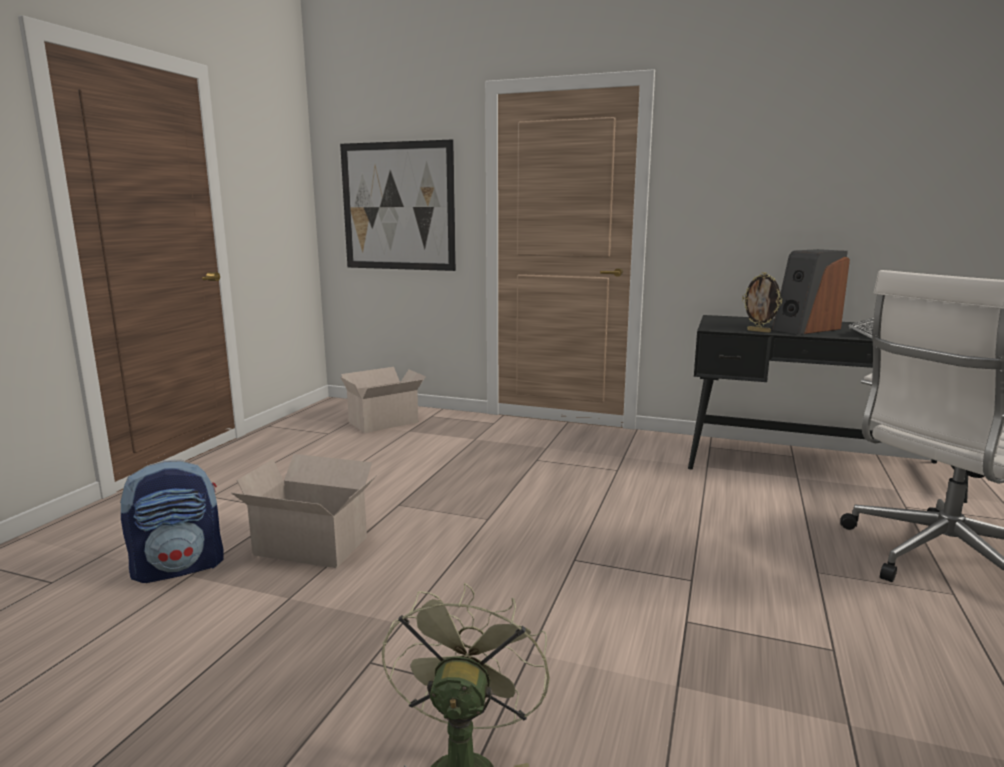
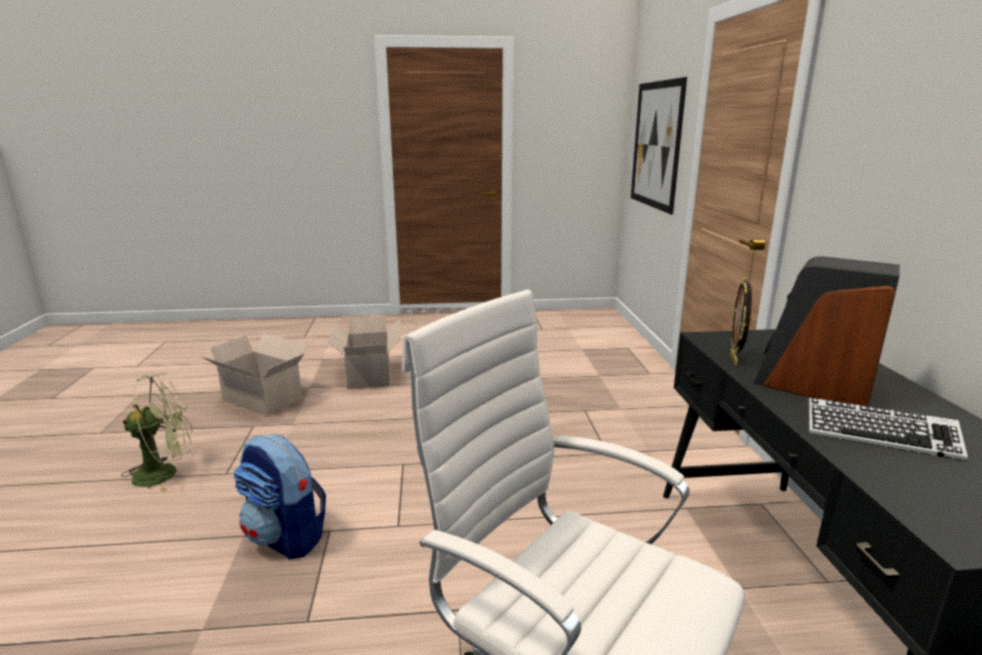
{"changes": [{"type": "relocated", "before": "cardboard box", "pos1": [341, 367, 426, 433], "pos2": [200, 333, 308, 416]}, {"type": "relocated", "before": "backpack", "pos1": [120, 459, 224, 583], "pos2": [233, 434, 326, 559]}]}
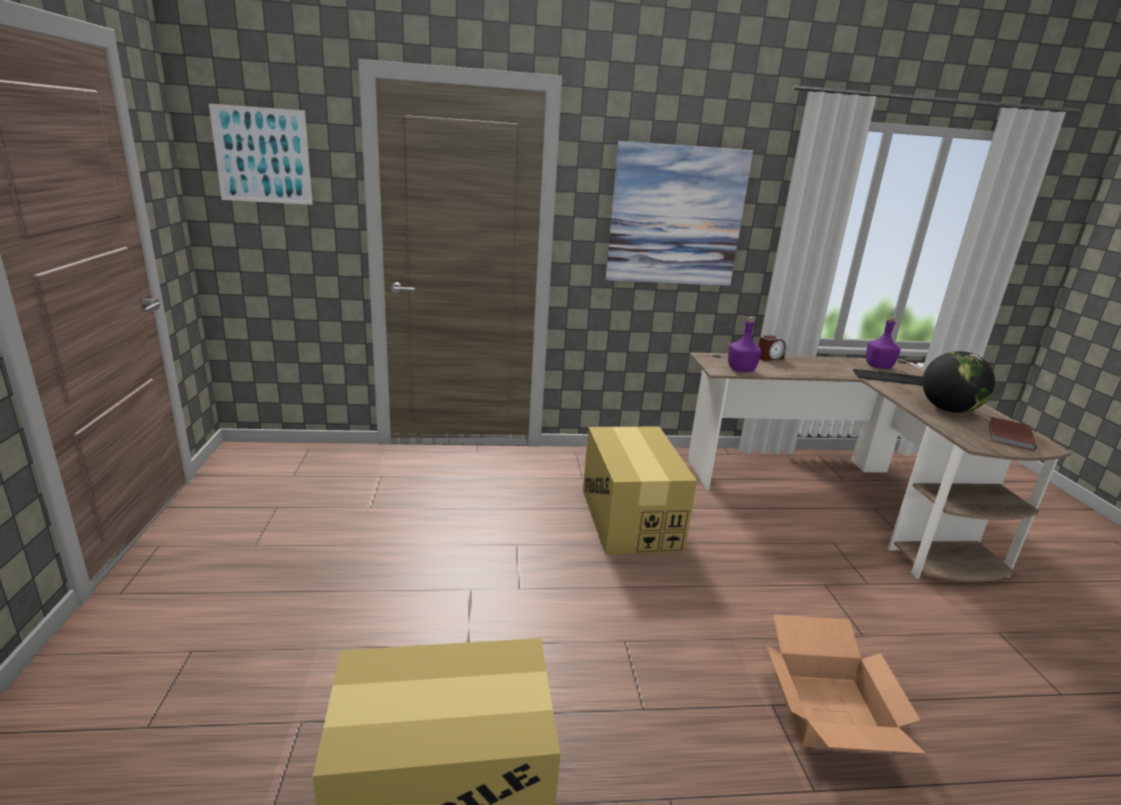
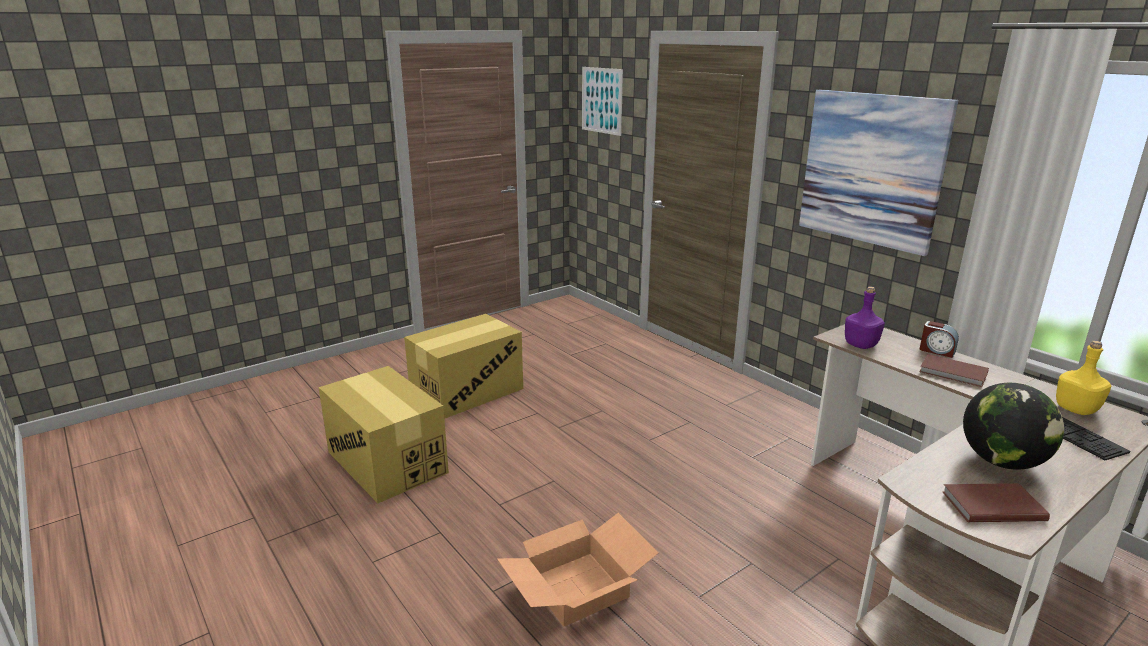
{"changes": [{"type": "colour", "before": "purple bottle", "after": "yellow bottle", "pos1": [866, 317, 901, 369], "pos2": [1056, 341, 1112, 415]}, {"type": "relocated", "before": "cardboard box", "pos1": [583, 427, 697, 555], "pos2": [404, 314, 523, 419]}, {"type": "appeared", "after": "brown book", "pos2": [919, 354, 989, 387]}]}
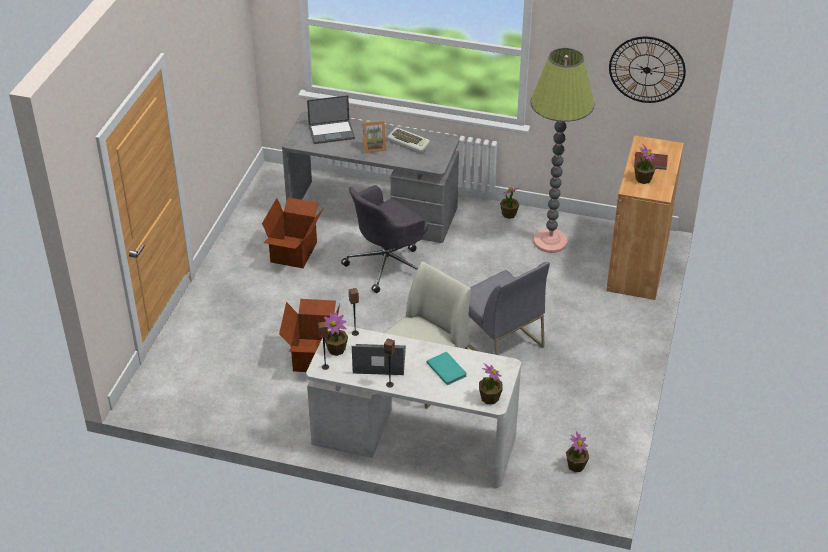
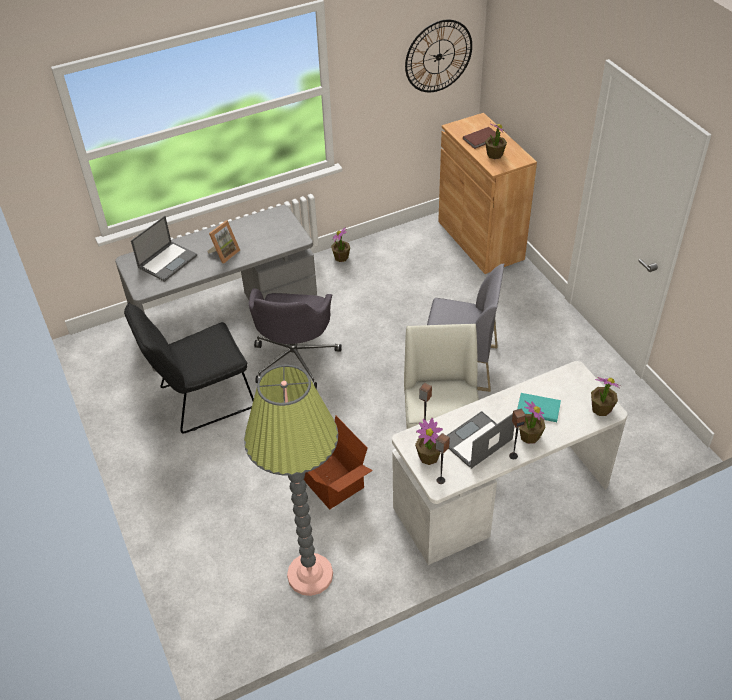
{"changes": [{"type": "relocated", "before": "floor lamp", "pos1": [531, 48, 595, 253], "pos2": [244, 365, 338, 596]}, {"type": "missing", "before": "keyboard", "pos1": [387, 127, 430, 154]}, {"type": "exchanged", "before": "cardboard box", "after": "black chair", "pos1": [262, 197, 324, 269], "pos2": [124, 302, 254, 434]}, {"type": "relocated", "before": "potted plant", "pos1": [566, 431, 589, 472], "pos2": [519, 401, 546, 444]}]}
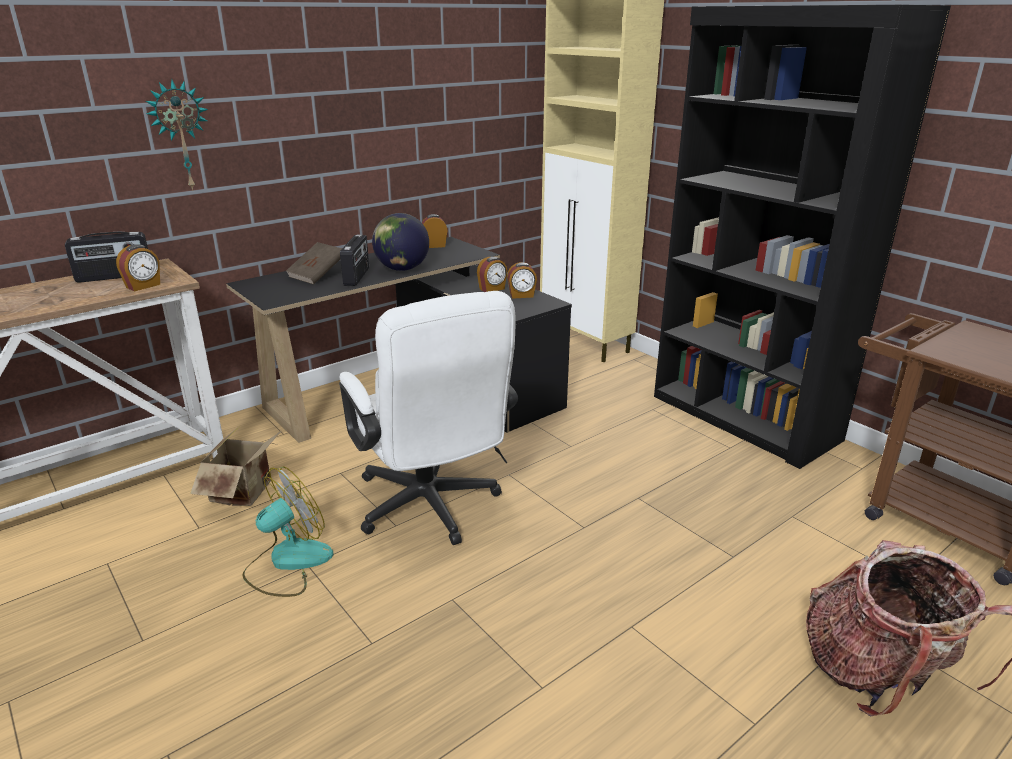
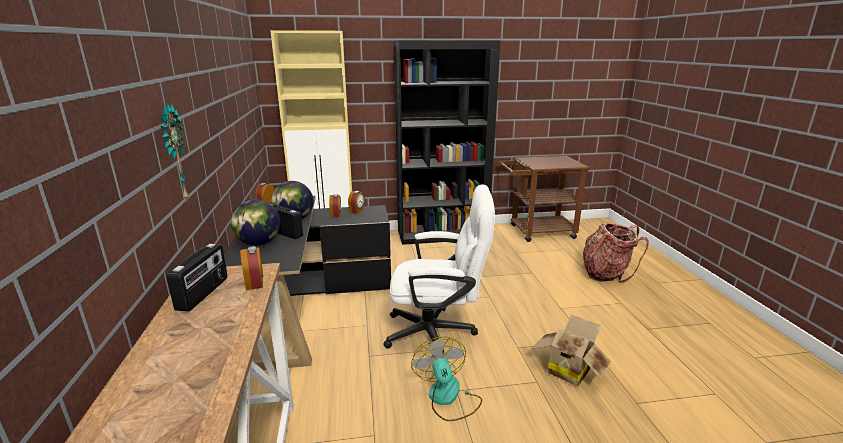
{"changes": [{"type": "exchanged", "before": "brown book", "after": "globe", "pos1": [286, 242, 342, 285], "pos2": [231, 200, 280, 246]}, {"type": "relocated", "before": "cardboard box", "pos1": [190, 426, 282, 506], "pos2": [532, 315, 611, 386]}]}
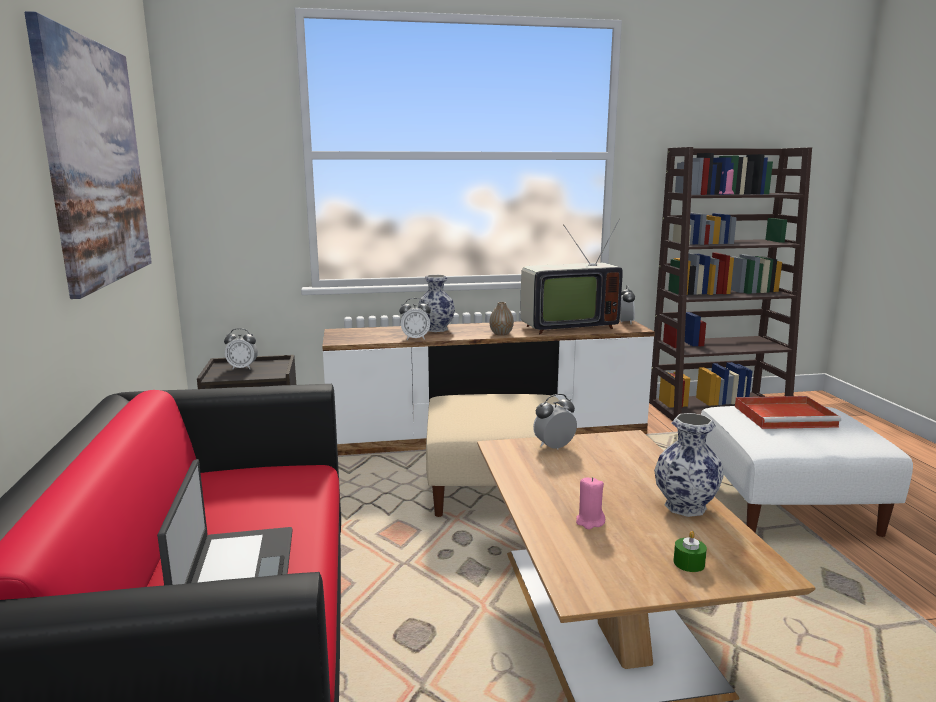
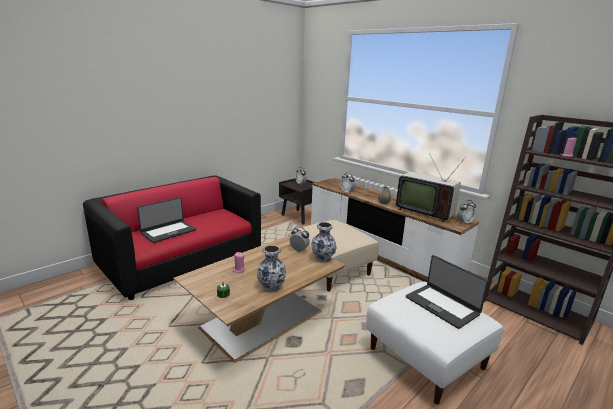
{"changes": [{"type": "missing", "before": "picture", "pos1": [25, 11, 152, 299]}, {"type": "relocated", "before": "vase", "pos1": [418, 275, 455, 332], "pos2": [311, 222, 337, 263]}, {"type": "exchanged", "before": "red tray", "after": "laptop", "pos1": [735, 396, 841, 429], "pos2": [406, 255, 489, 329]}]}
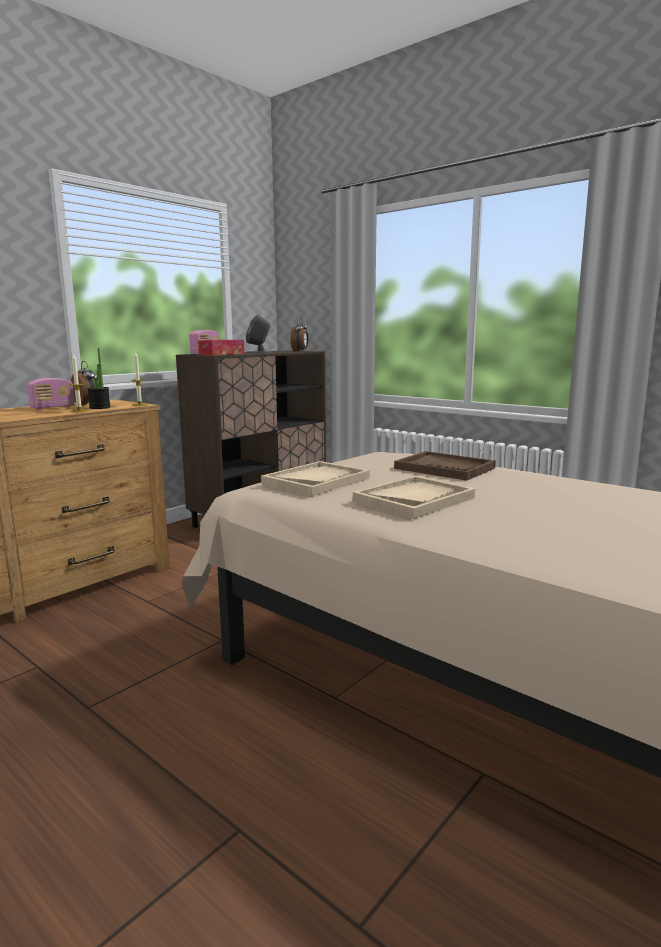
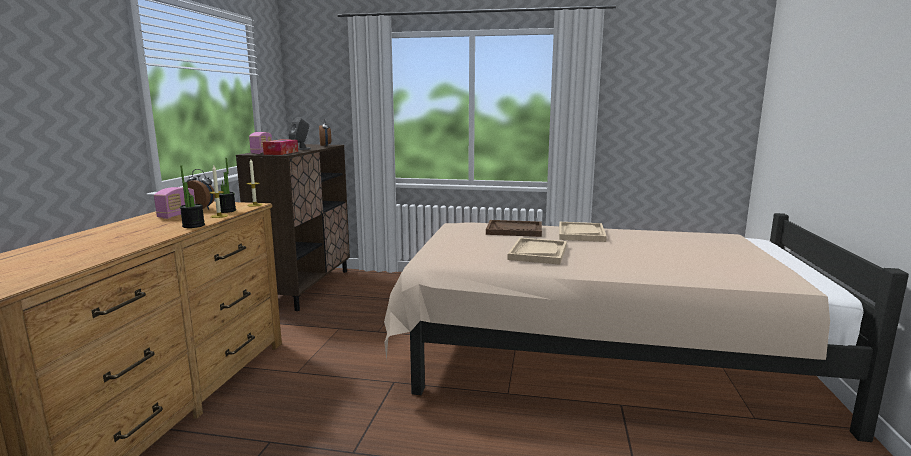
{"changes": [{"type": "relocated", "before": "beige tray", "pos1": [261, 461, 370, 496], "pos2": [559, 222, 607, 242]}, {"type": "appeared", "after": "potted plant", "pos2": [180, 165, 205, 228]}]}
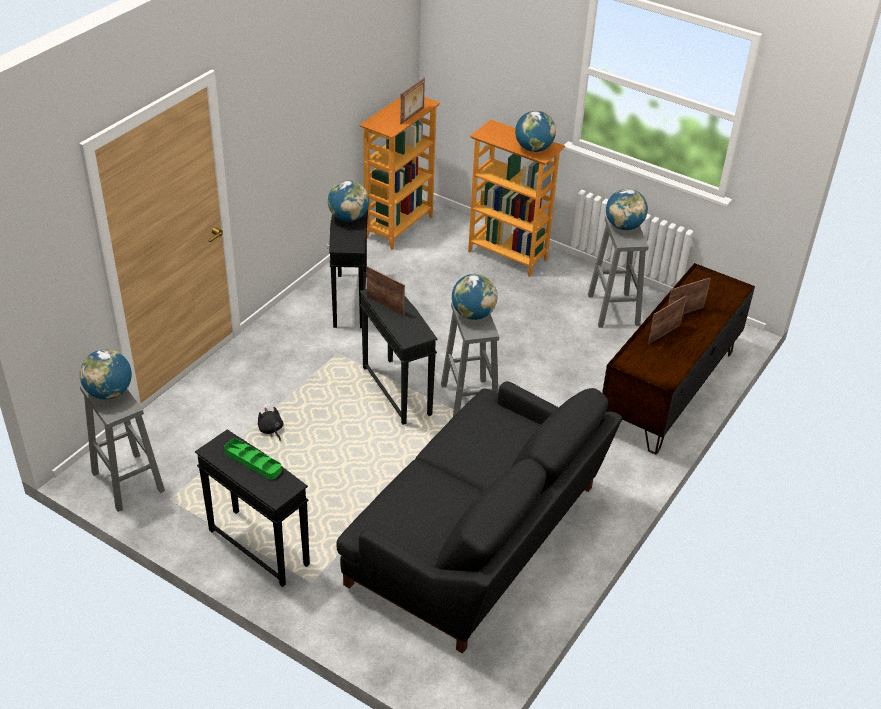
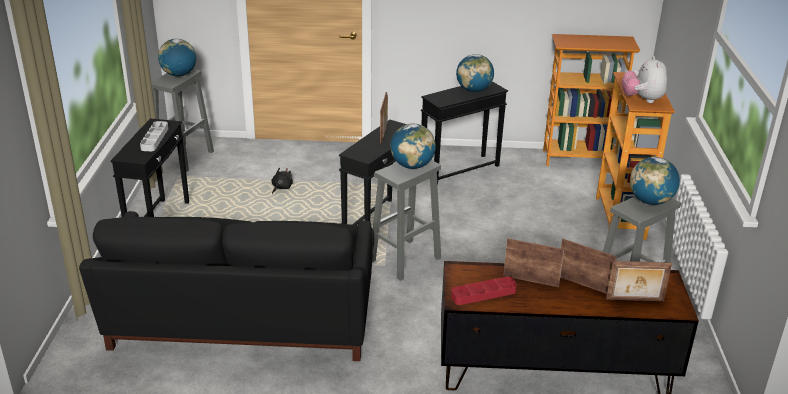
{"changes": [{"type": "relocated", "before": "picture frame", "pos1": [400, 78, 425, 124], "pos2": [606, 261, 672, 301]}, {"type": "exchanged", "before": "globe", "after": "plush toy", "pos1": [515, 111, 556, 152], "pos2": [622, 56, 667, 103]}, {"type": "colour", "before": "green tray", "after": "grey tray", "pos1": [224, 438, 282, 480], "pos2": [140, 121, 168, 151]}, {"type": "appeared", "after": "red tray", "pos2": [451, 277, 517, 305]}]}
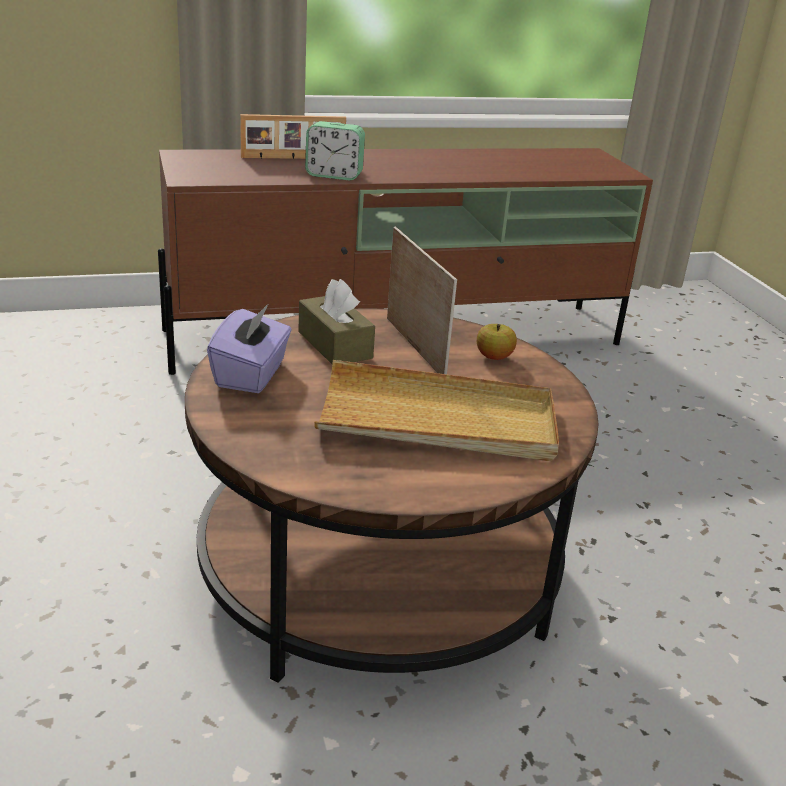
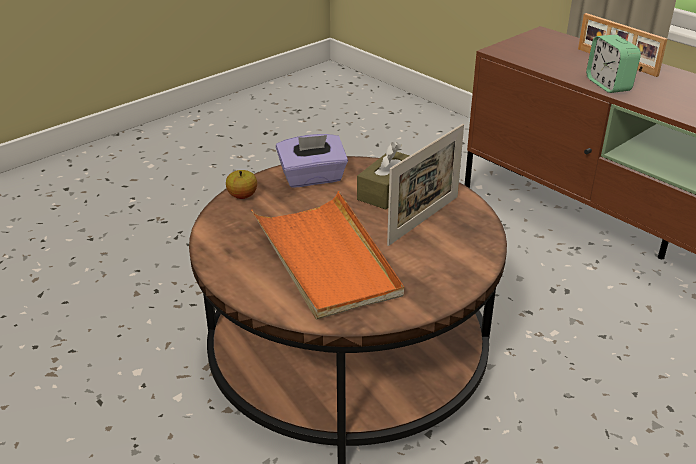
{"changes": [{"type": "relocated", "before": "apple", "pos1": [477, 324, 517, 360], "pos2": [226, 170, 257, 199]}, {"type": "colour", "before": "beige tray", "after": "orange tray", "pos1": [314, 360, 559, 461], "pos2": [251, 191, 404, 320]}]}
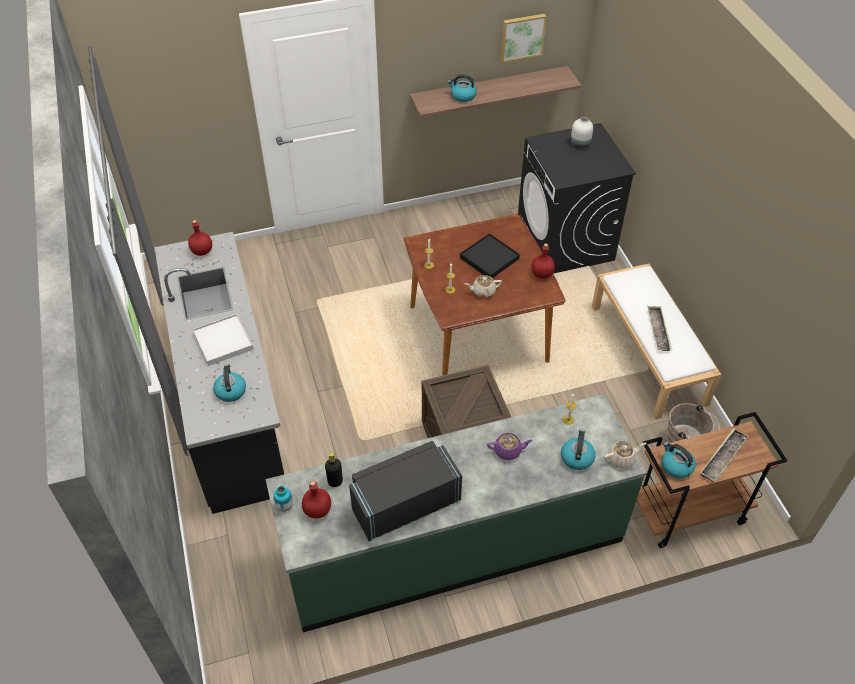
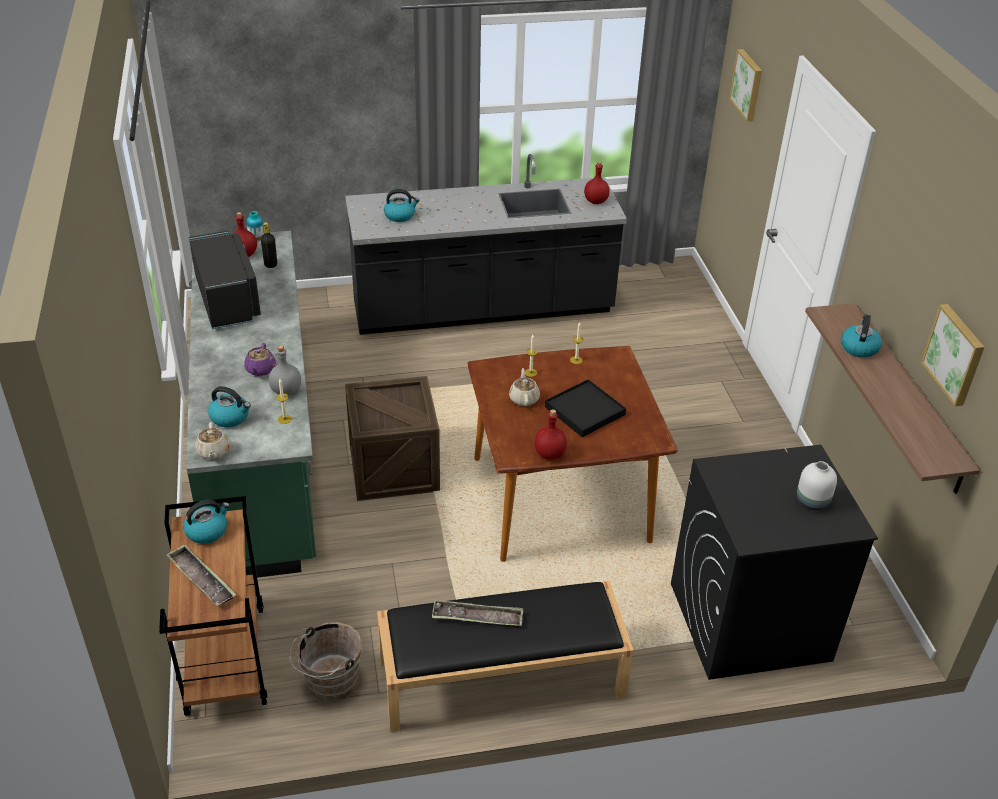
{"changes": [{"type": "colour", "before": "white bench", "after": "black bench", "pos1": [592, 263, 722, 420], "pos2": [377, 581, 634, 732]}, {"type": "missing", "before": "white tray", "pos1": [193, 314, 253, 366]}, {"type": "appeared", "after": "picture", "pos2": [729, 49, 762, 121]}, {"type": "appeared", "after": "grey bottle", "pos2": [269, 345, 301, 396]}]}
